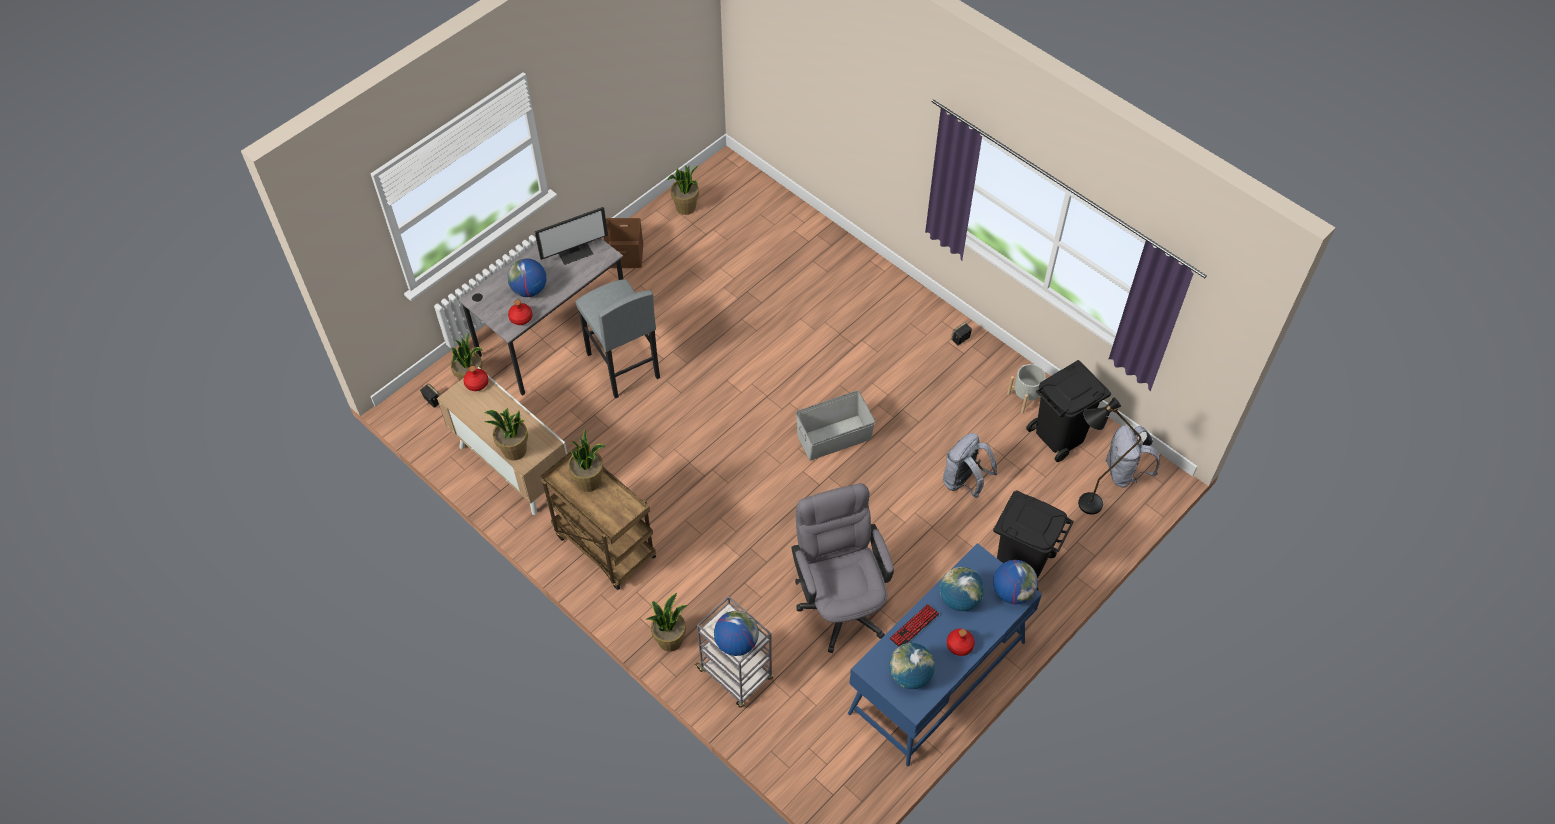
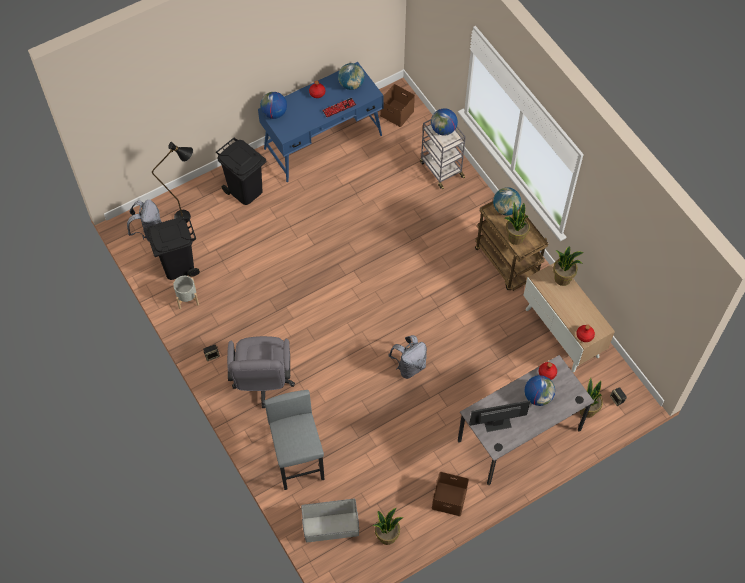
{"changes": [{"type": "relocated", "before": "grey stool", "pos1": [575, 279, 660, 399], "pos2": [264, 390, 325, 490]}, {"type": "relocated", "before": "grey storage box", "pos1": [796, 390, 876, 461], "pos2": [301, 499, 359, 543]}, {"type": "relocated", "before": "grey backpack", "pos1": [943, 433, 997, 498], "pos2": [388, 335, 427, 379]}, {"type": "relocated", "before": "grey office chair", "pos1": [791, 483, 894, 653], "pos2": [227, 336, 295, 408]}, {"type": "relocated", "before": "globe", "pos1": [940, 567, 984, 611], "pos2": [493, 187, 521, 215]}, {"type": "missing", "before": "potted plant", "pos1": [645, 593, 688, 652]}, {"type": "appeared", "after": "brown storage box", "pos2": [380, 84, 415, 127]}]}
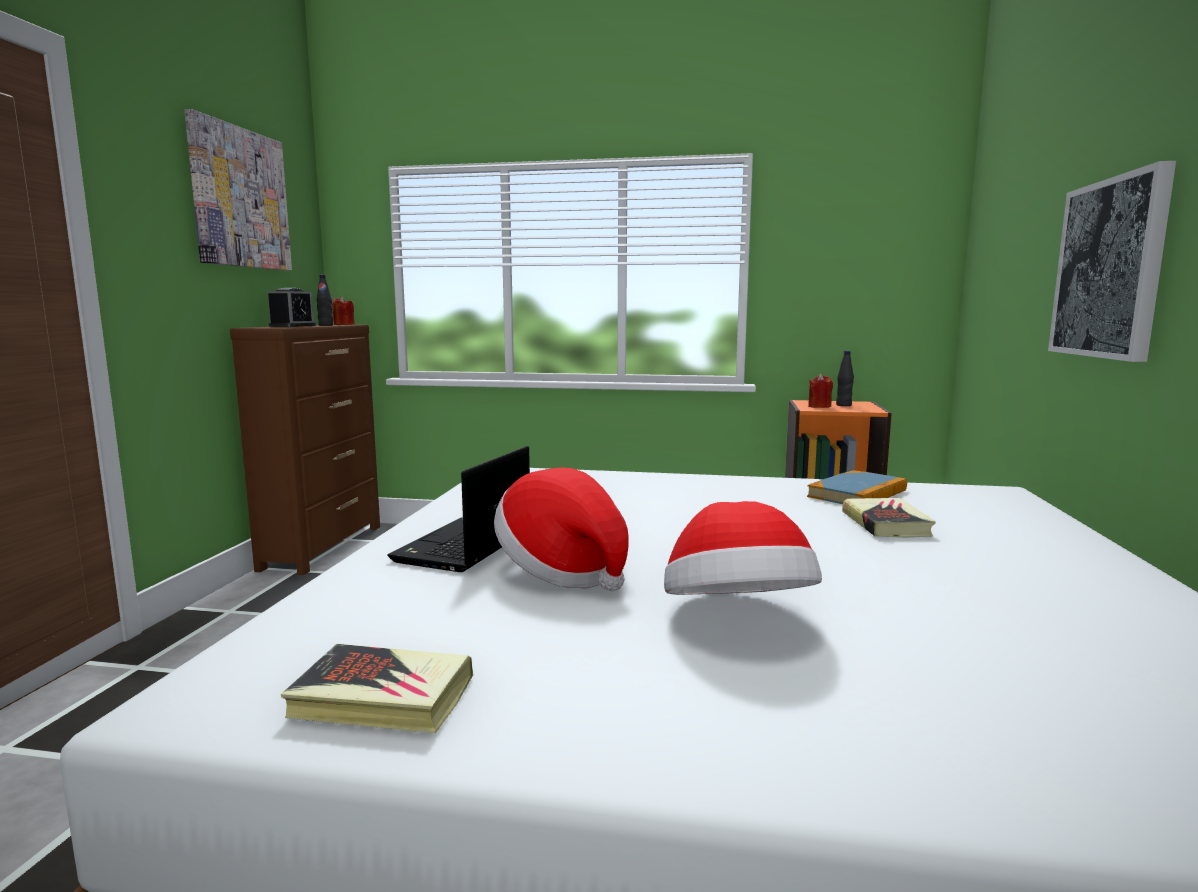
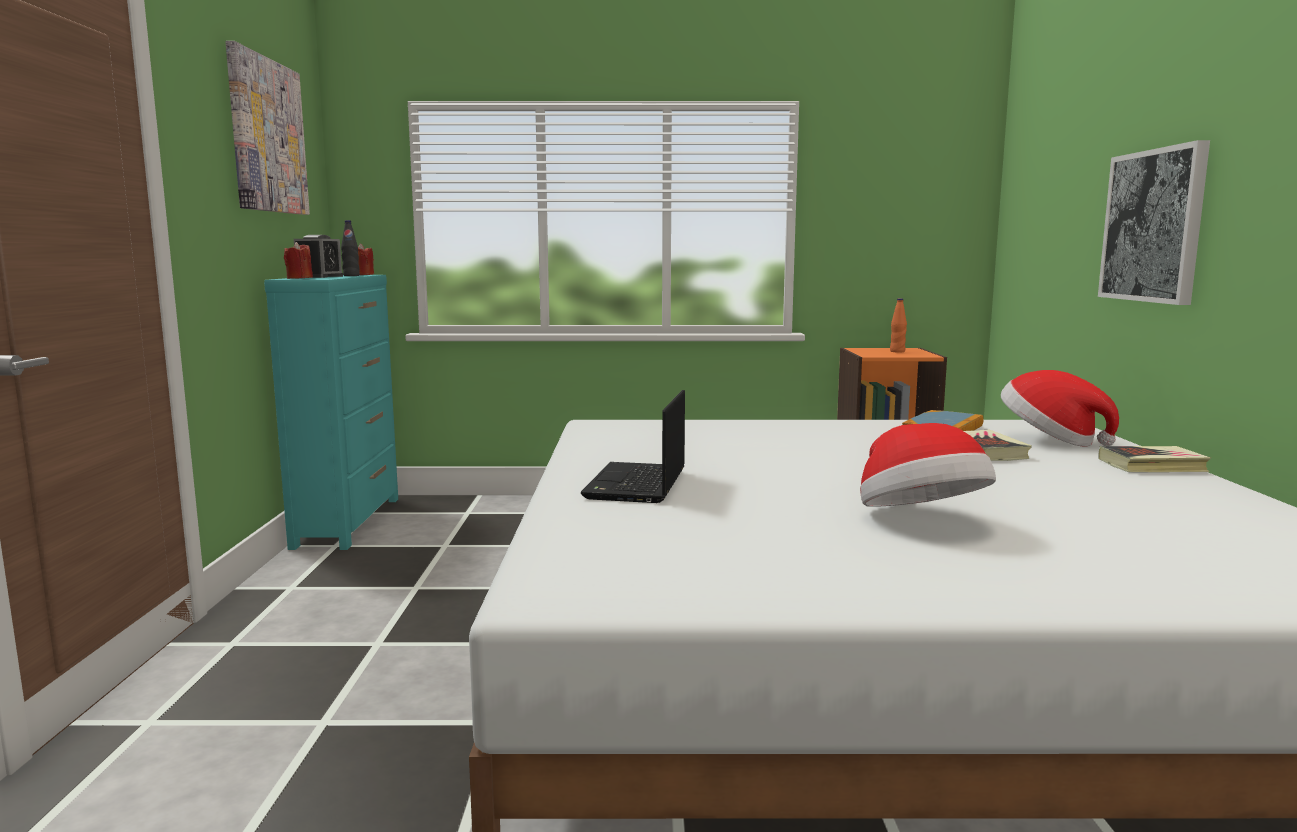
{"changes": [{"type": "colour", "before": "brown dresser", "after": "turquoise dresser", "pos1": [230, 325, 380, 575], "pos2": [264, 275, 398, 550]}, {"type": "colour", "before": "black bottle", "after": "orange bottle", "pos1": [836, 351, 854, 406], "pos2": [890, 298, 907, 353]}, {"type": "relocated", "before": "red candle", "pos1": [808, 374, 833, 408], "pos2": [284, 242, 313, 279]}, {"type": "relocated", "before": "hat", "pos1": [494, 468, 629, 591], "pos2": [1001, 370, 1119, 447]}, {"type": "relocated", "before": "book", "pos1": [281, 644, 473, 733], "pos2": [1098, 446, 1211, 472]}]}
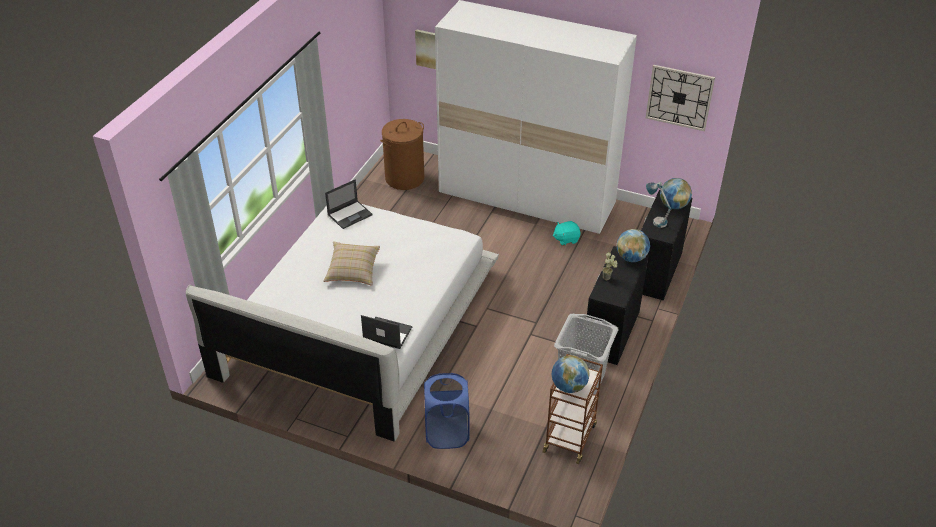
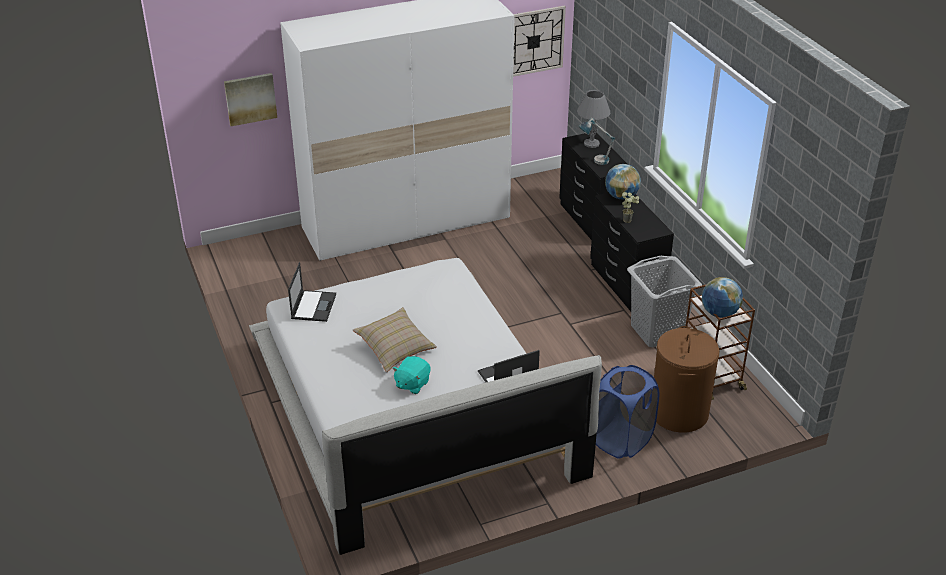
{"changes": [{"type": "relocated", "before": "brown laundry basket", "pos1": [380, 119, 425, 190], "pos2": [654, 326, 719, 433]}, {"type": "exchanged", "before": "globe", "after": "grey table lamp", "pos1": [660, 178, 692, 209], "pos2": [577, 90, 611, 148]}, {"type": "relocated", "before": "turquoise plush toy", "pos1": [553, 221, 581, 246], "pos2": [392, 356, 430, 394]}]}
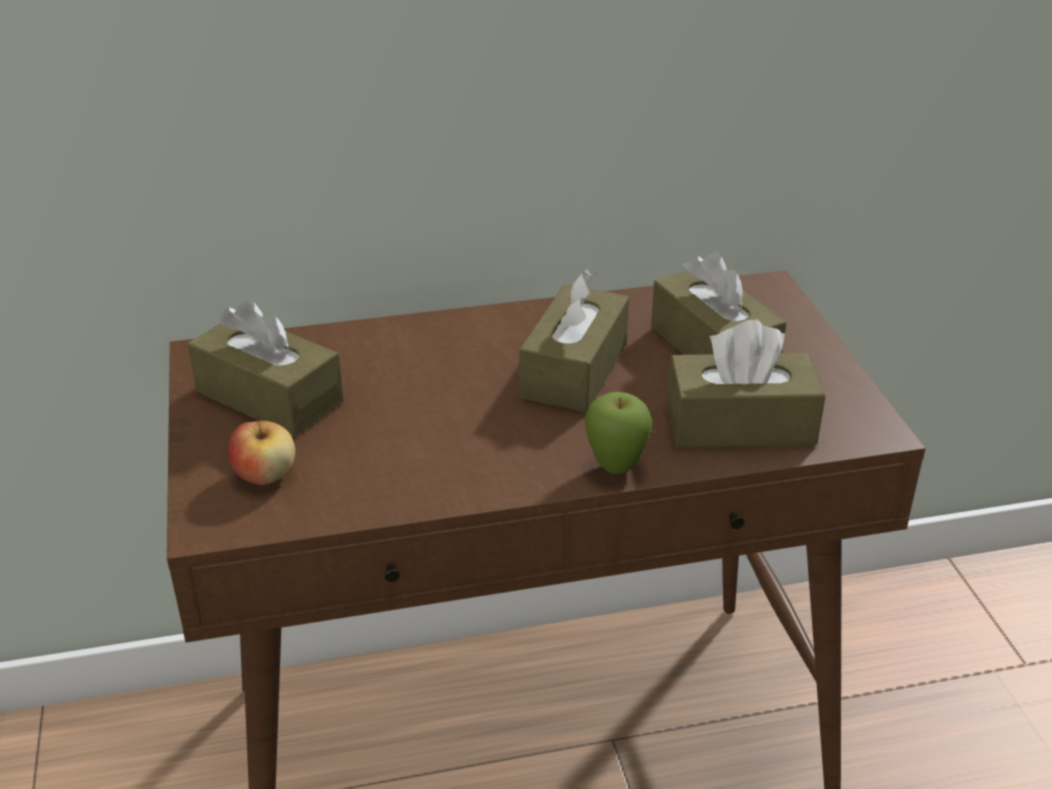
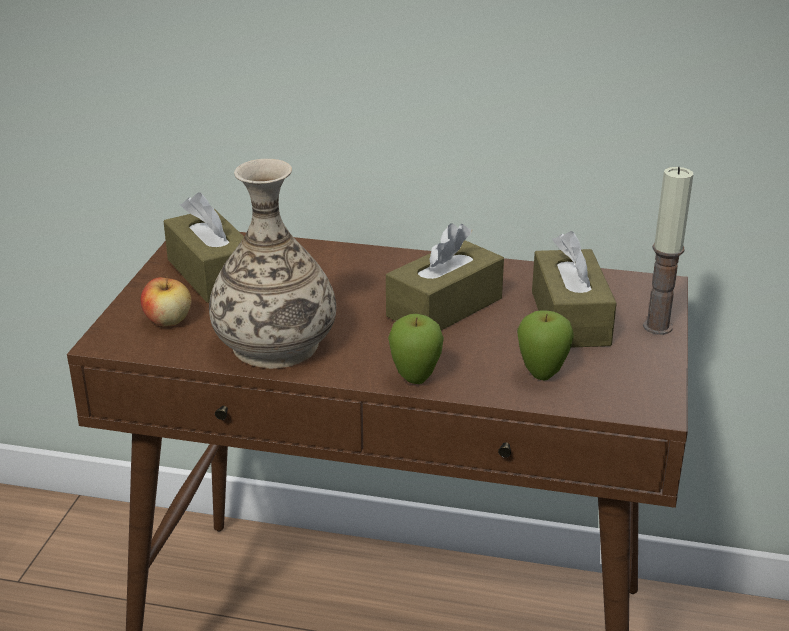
{"changes": [{"type": "exchanged", "before": "brown tissue box", "after": "apple", "pos1": [667, 320, 825, 448], "pos2": [517, 310, 574, 381]}, {"type": "appeared", "after": "vase", "pos2": [209, 159, 336, 369]}, {"type": "appeared", "after": "candle", "pos2": [643, 167, 693, 335]}]}
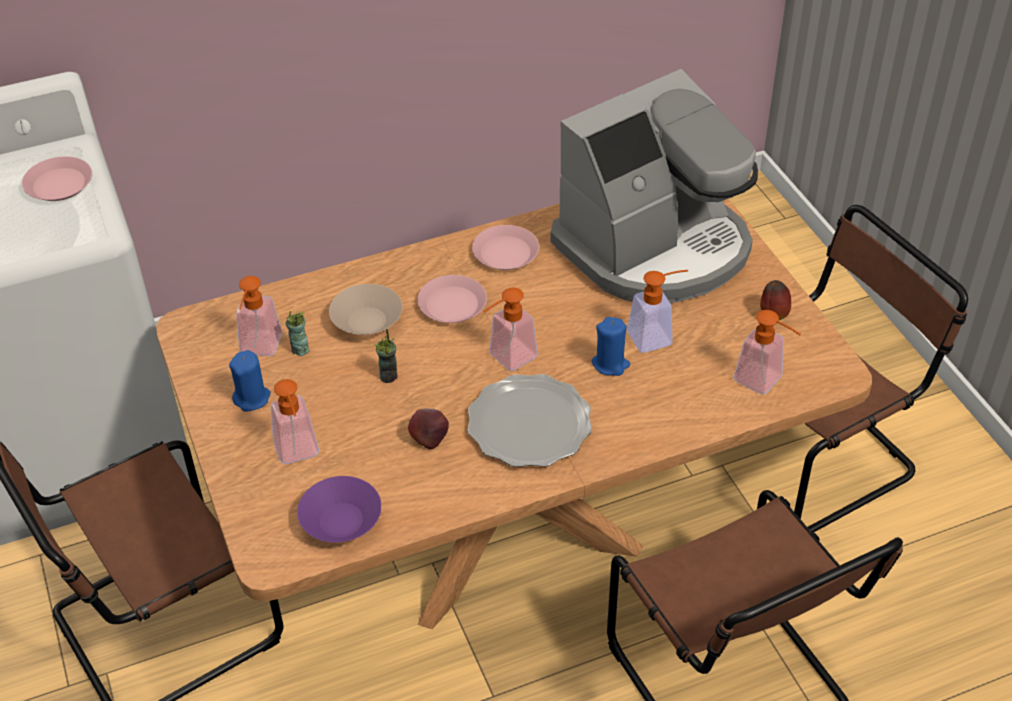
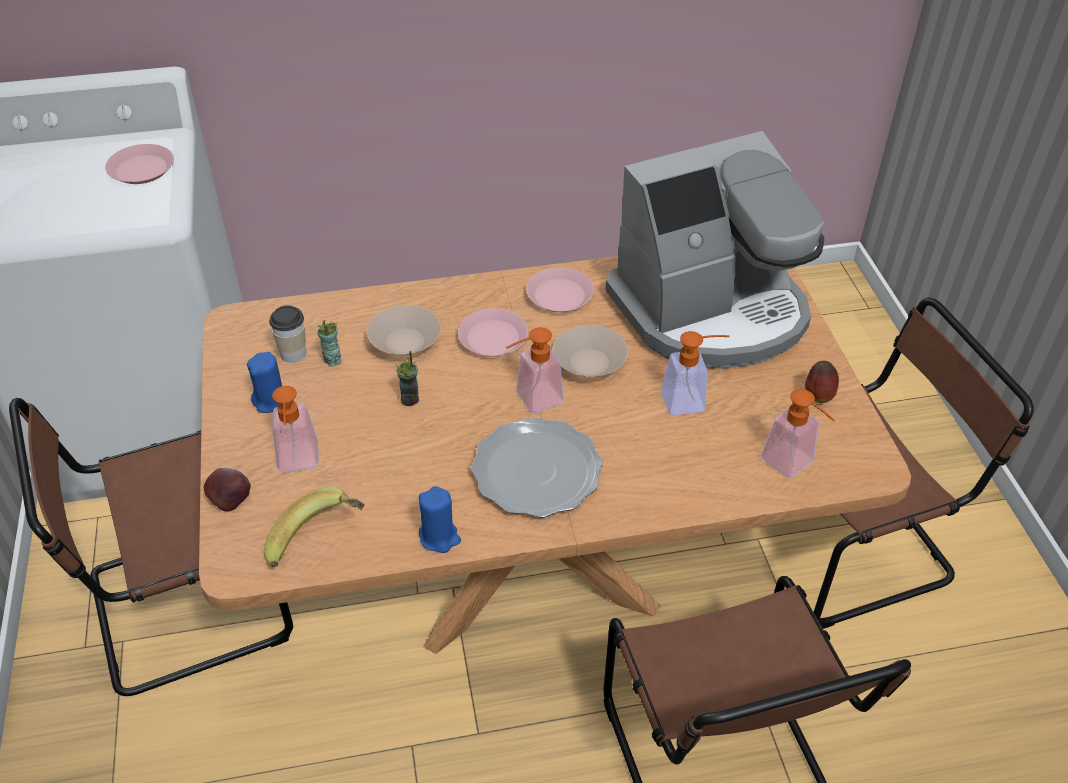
{"changes": [{"type": "exchanged", "before": "soap dispenser", "after": "cup", "pos1": [236, 276, 282, 356], "pos2": [269, 305, 306, 363]}, {"type": "relocated", "before": "blue candle", "pos1": [591, 317, 630, 376], "pos2": [419, 486, 461, 553]}, {"type": "relocated", "before": "apple", "pos1": [408, 408, 449, 449], "pos2": [203, 468, 251, 512]}, {"type": "exchanged", "before": "purple bowl", "after": "banana", "pos1": [297, 476, 381, 543], "pos2": [264, 486, 365, 567]}, {"type": "appeared", "after": "beige bowl", "pos2": [553, 325, 628, 377]}]}
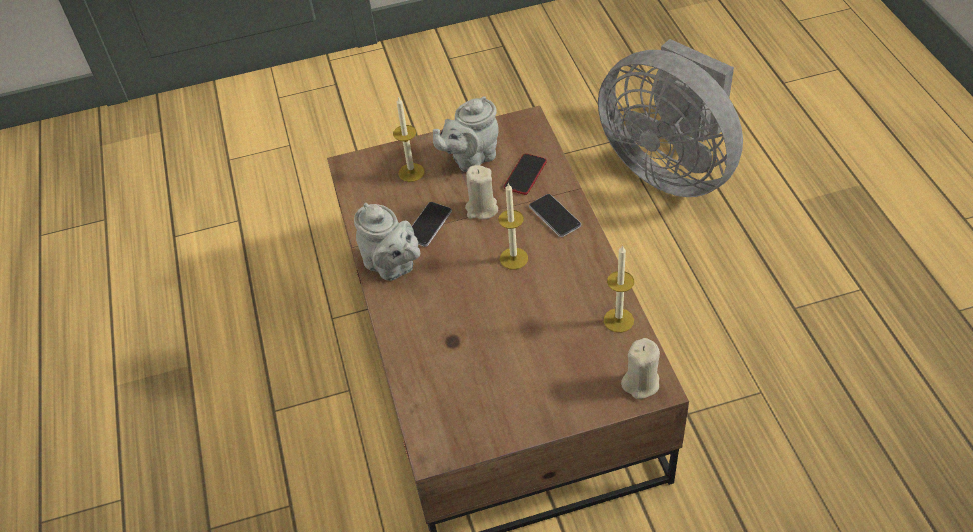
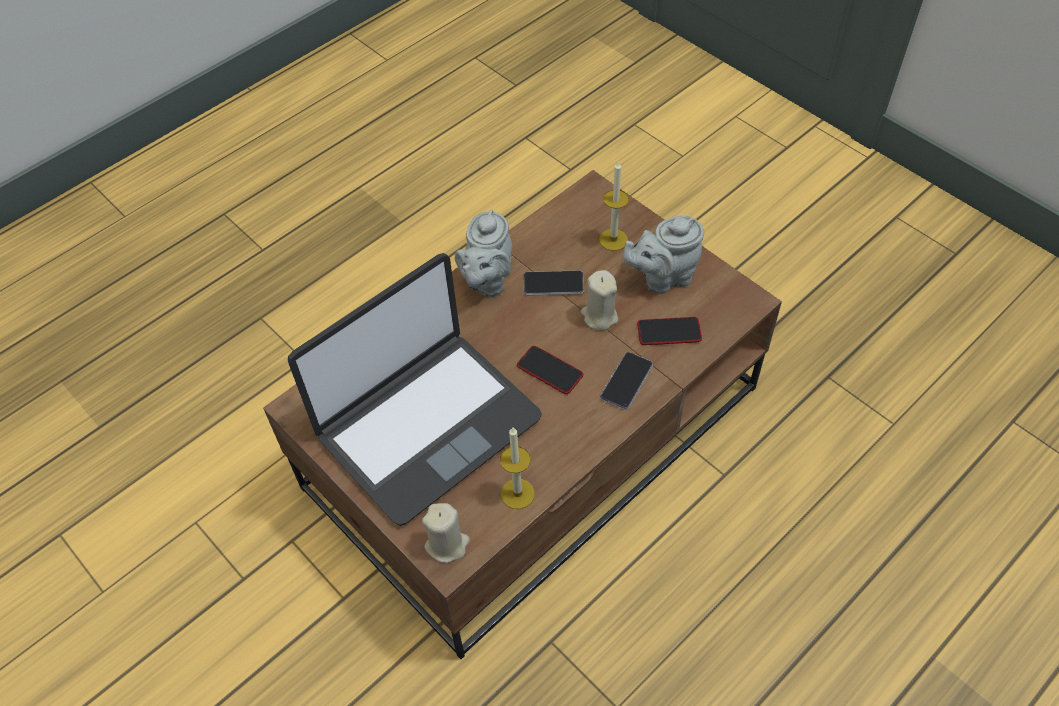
{"changes": [{"type": "missing", "before": "grey fan", "pos1": [598, 39, 743, 197]}, {"type": "spun", "before": "grey teapot", "pos1": [433, 96, 499, 172], "pos2": [623, 215, 704, 294], "turn": -45}, {"type": "exchanged", "before": "candle", "after": "phone", "pos1": [498, 183, 528, 270], "pos2": [517, 346, 583, 394]}, {"type": "appeared", "after": "laptop", "pos2": [288, 253, 542, 526]}]}
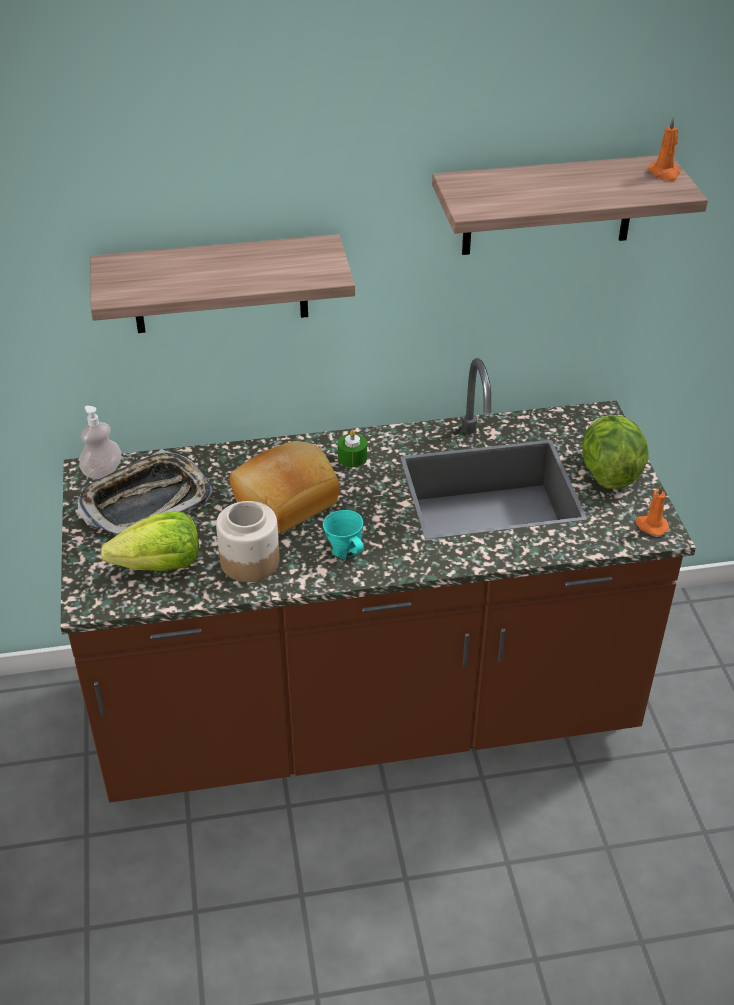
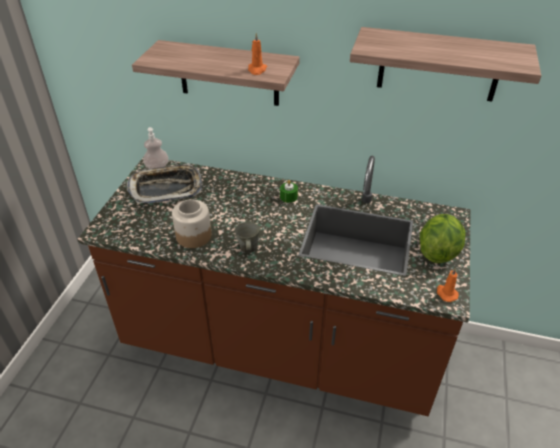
{"changes": [{"type": "relocated", "before": "orange candle", "pos1": [648, 116, 680, 181], "pos2": [248, 33, 267, 75]}, {"type": "missing", "before": "bread", "pos1": [229, 441, 340, 534]}, {"type": "colour", "before": "turquoise mug", "after": "grey mug", "pos1": [323, 510, 364, 560], "pos2": [235, 222, 260, 252]}, {"type": "missing", "before": "lettuce", "pos1": [101, 511, 199, 571]}]}
